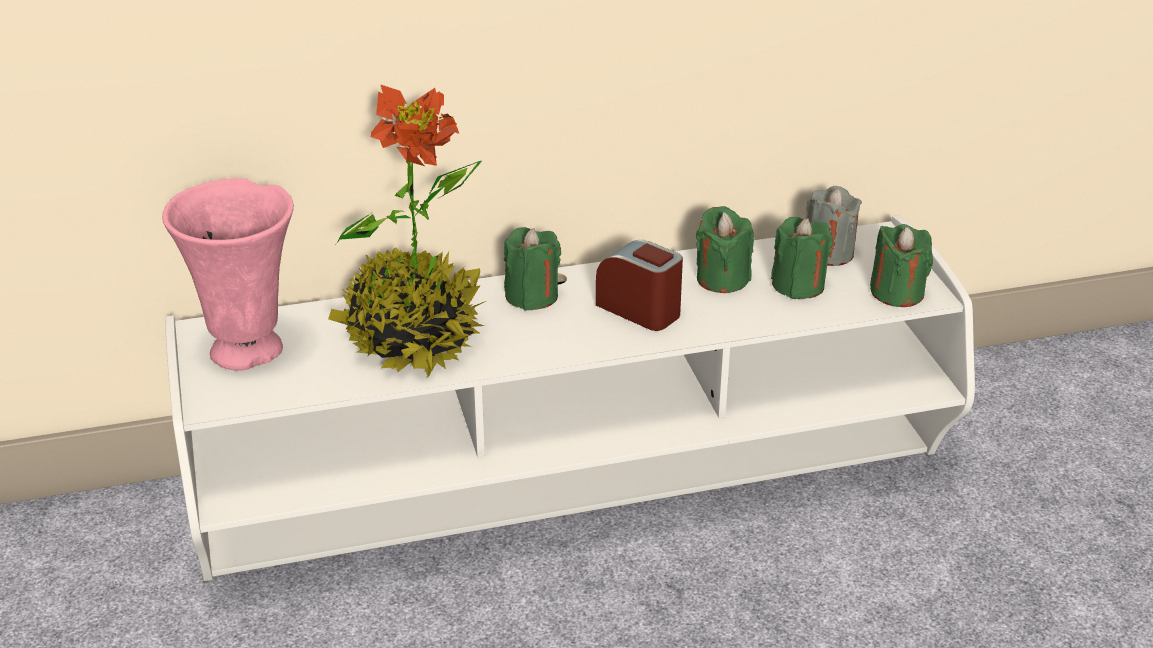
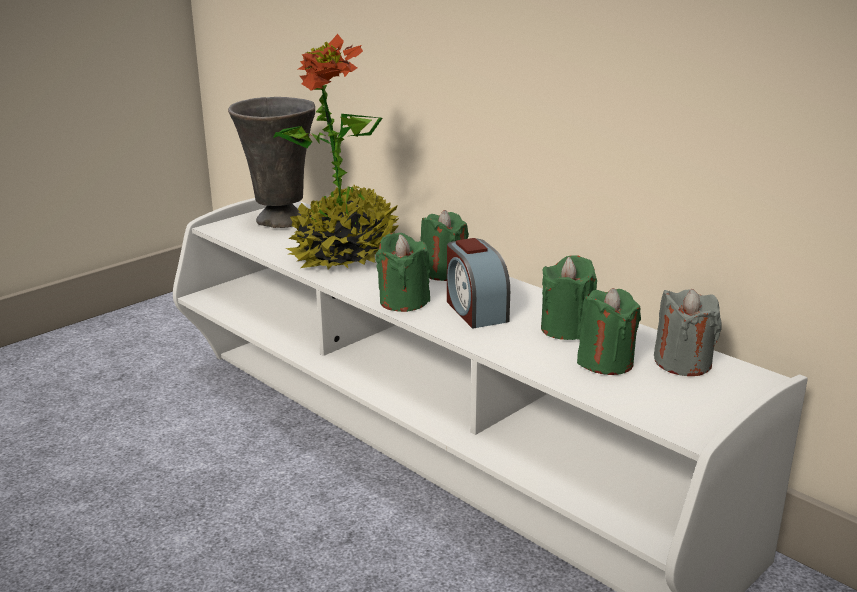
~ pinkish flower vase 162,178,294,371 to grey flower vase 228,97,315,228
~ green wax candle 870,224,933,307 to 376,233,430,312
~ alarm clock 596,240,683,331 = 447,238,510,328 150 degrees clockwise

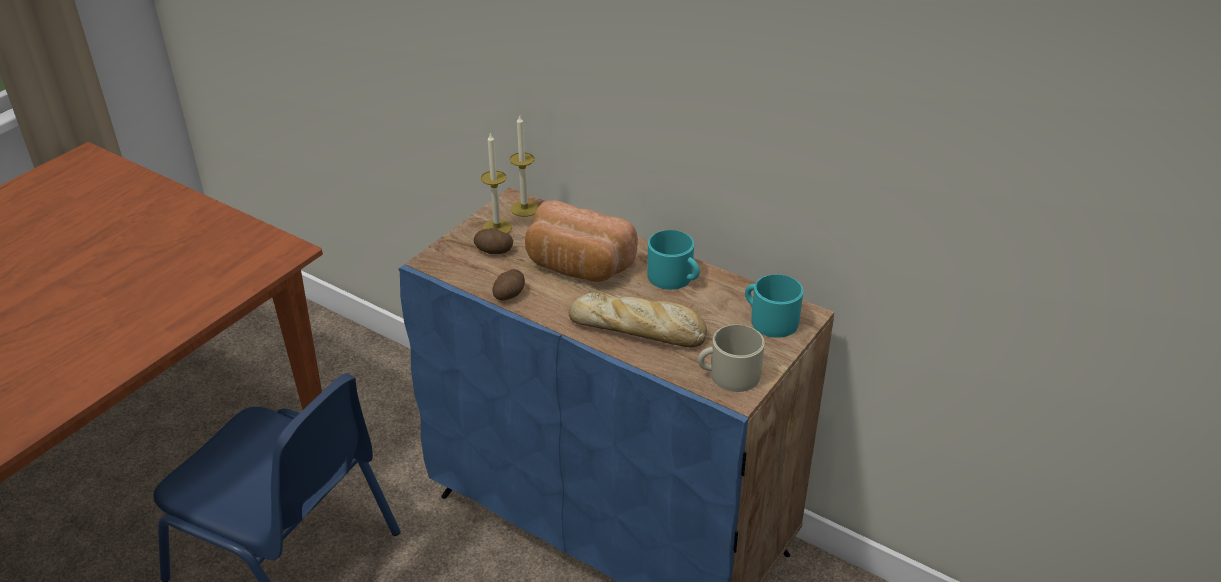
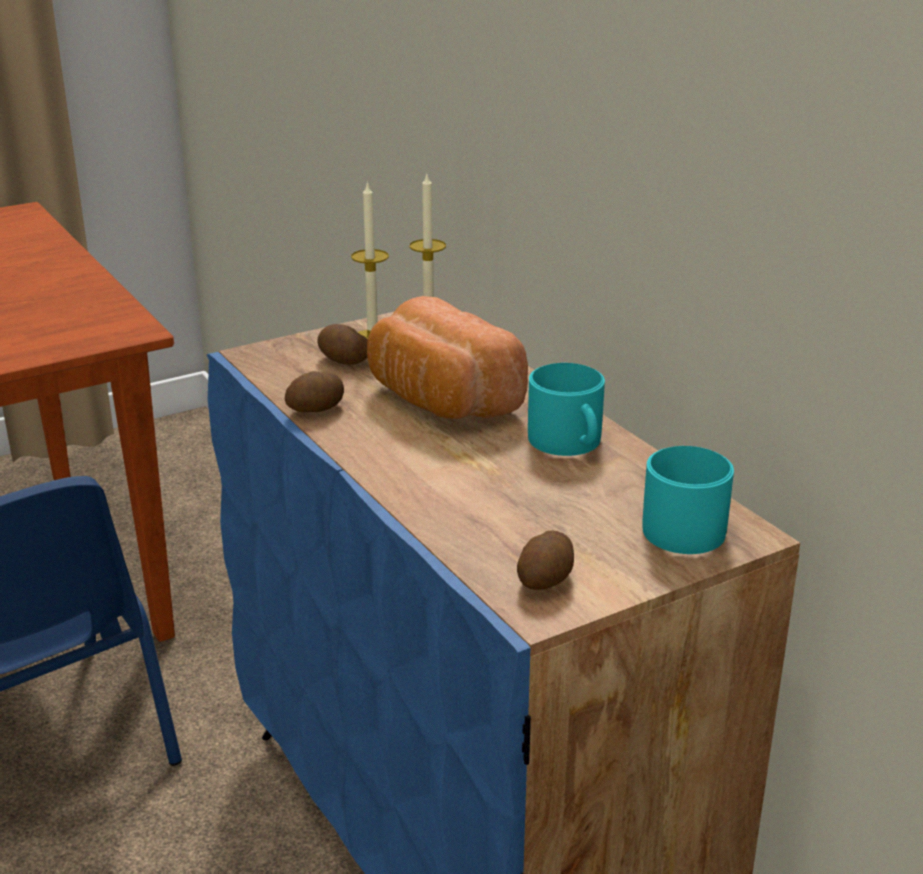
- baked bread 569,292,707,347
~ beige-coloured tea mug 698,325,765,392 to whole potato 517,530,574,590

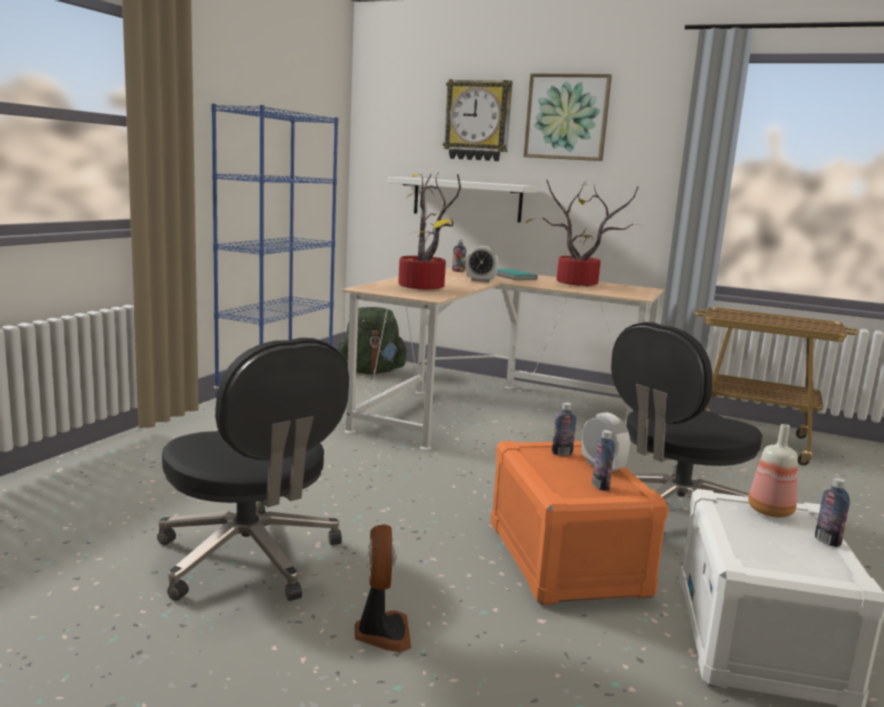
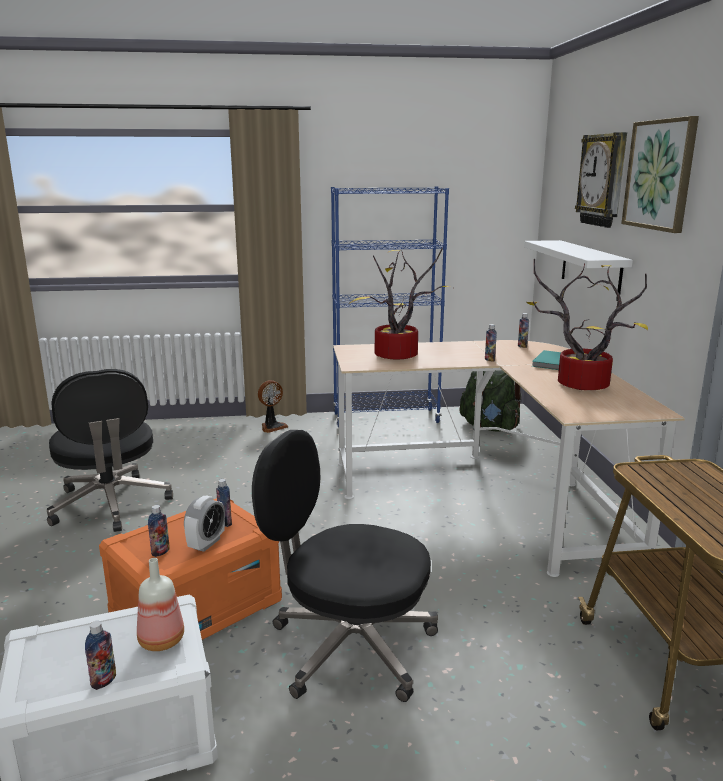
~ alarm clock 466,246,498,282 to beverage bottle 485,324,497,362
~ blackish desk chair 157,338,349,601 = 47,369,173,532 45 degrees counterclockwise
~ electric fan 355,525,411,652 to 258,380,288,433

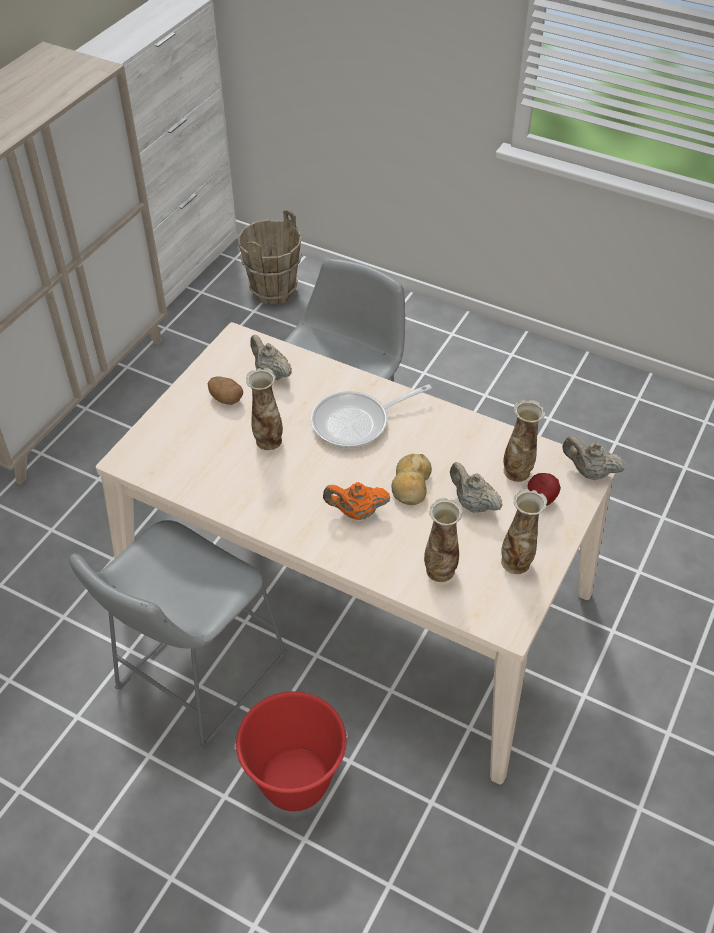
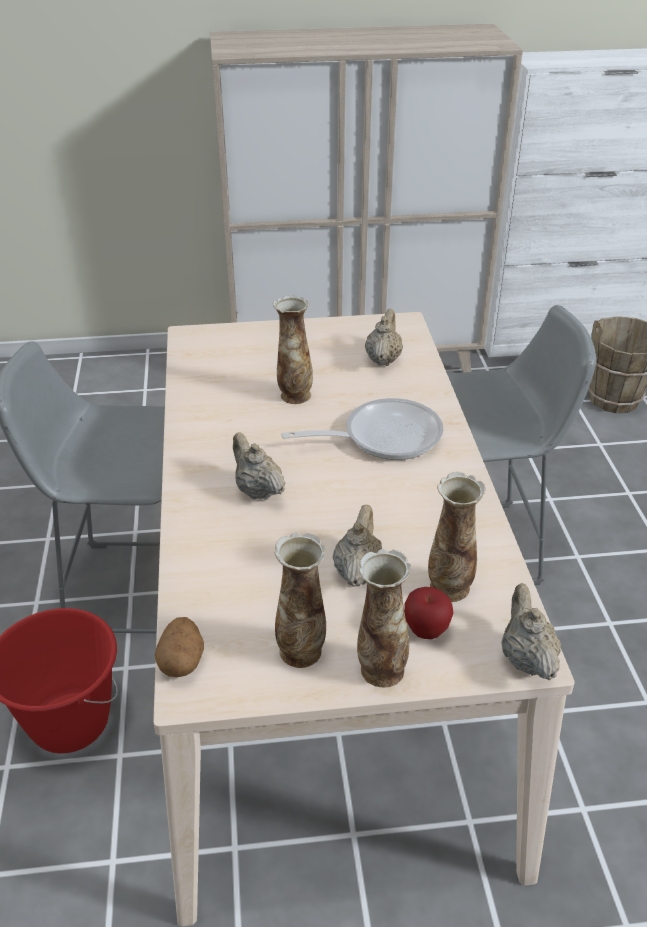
~ whole potato 208,376,243,405 to 155,617,204,677
~ skillet 311,384,432,448 = 281,398,444,460 135 degrees clockwise
- baked bread 391,454,432,505
~ orange teapot 323,482,391,520 to beige-coloured teapot 233,432,285,500
~ flower vase 424,498,463,582 to 357,549,411,687

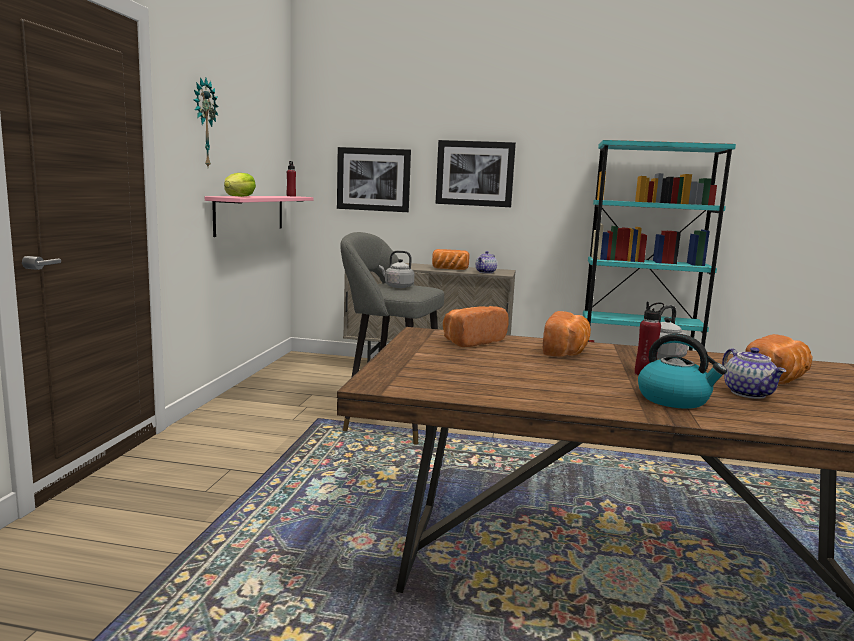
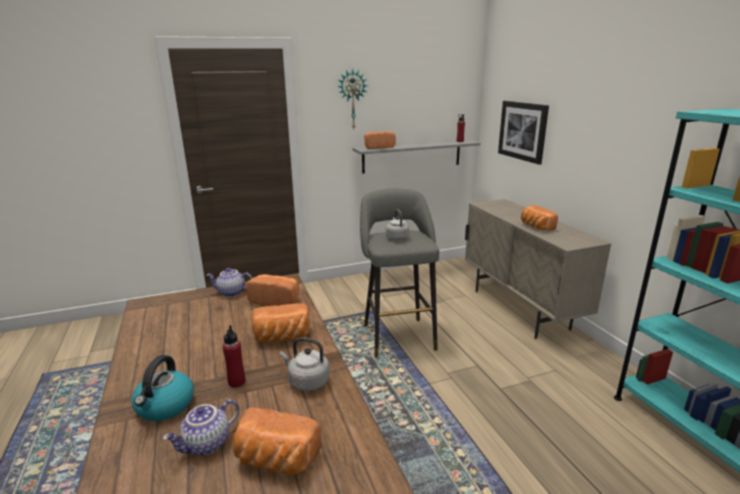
- wall picture 436,140,516,207
~ lettuce 224,173,256,197 to baked bread 364,131,396,149
~ pinkish wall shelf 205,196,314,237 to grey wall shelf 352,139,481,173
~ teapot 476,251,497,274 to 207,268,252,297

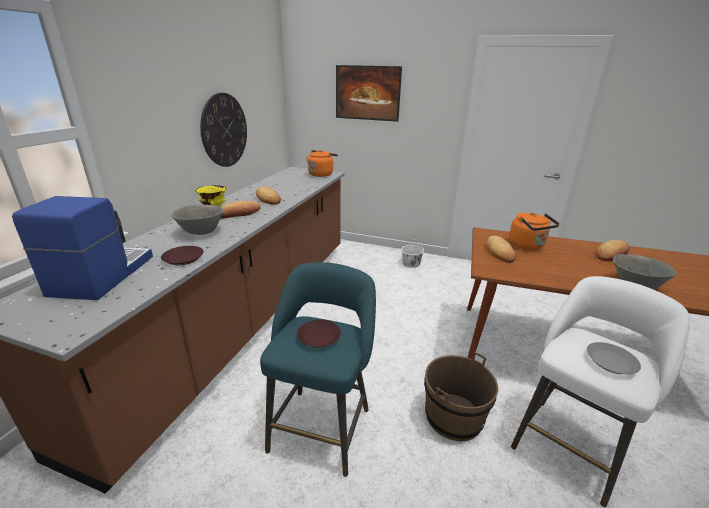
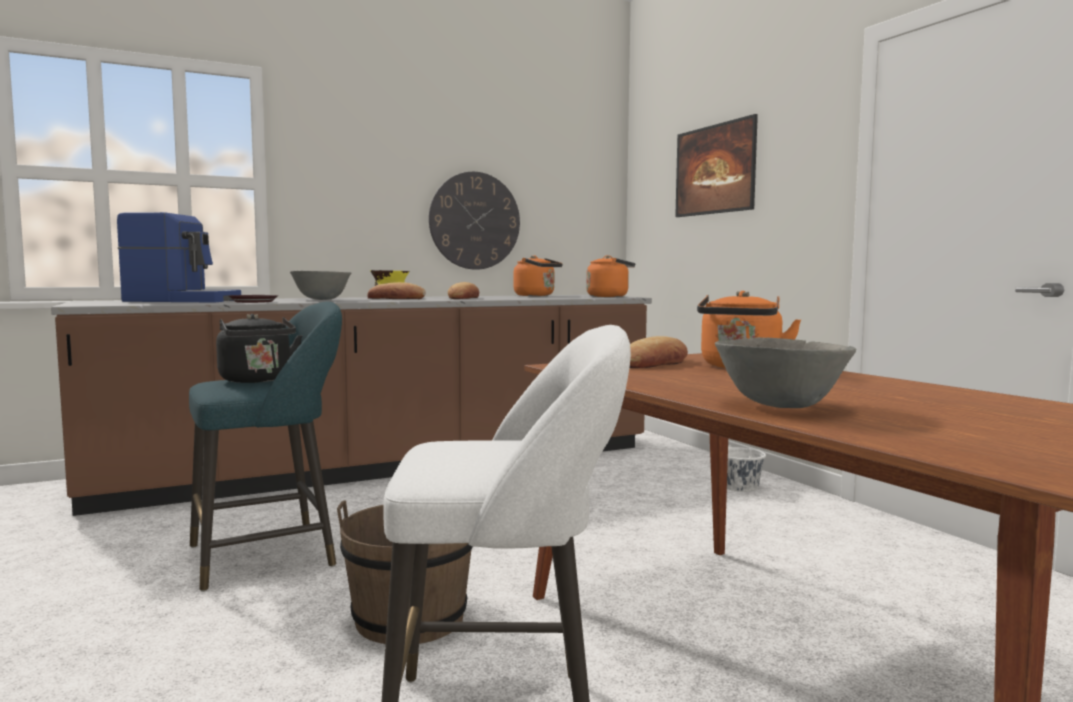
~ coffee maker 12,196,153,300 = 117,212,241,302 45 degrees clockwise
- baked bread 597,240,630,261
~ brown-coloured dinner plate 297,320,341,348 to blackish kettle 216,314,303,383
- grey dinner plate 587,342,641,374
+ orange kettle 514,255,563,296

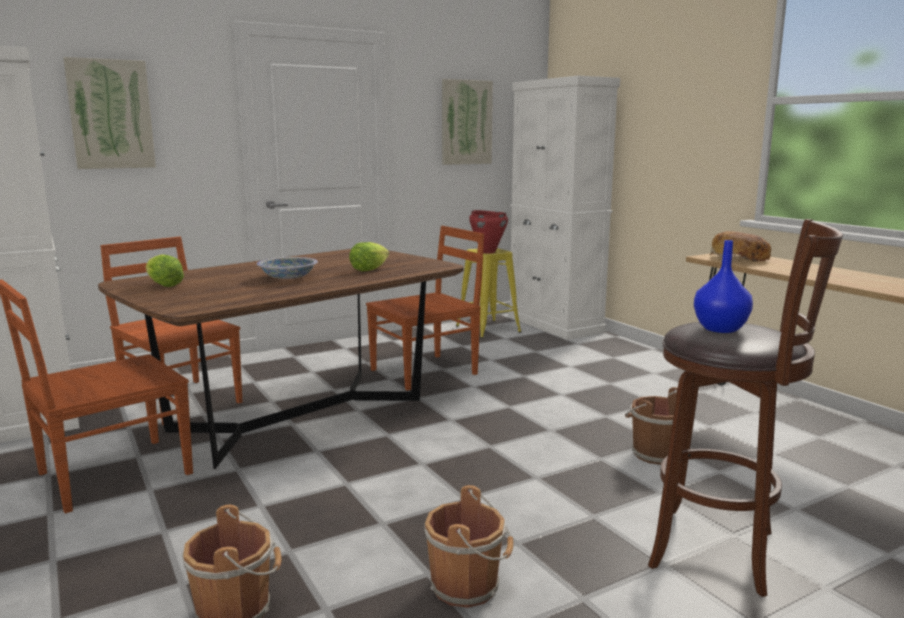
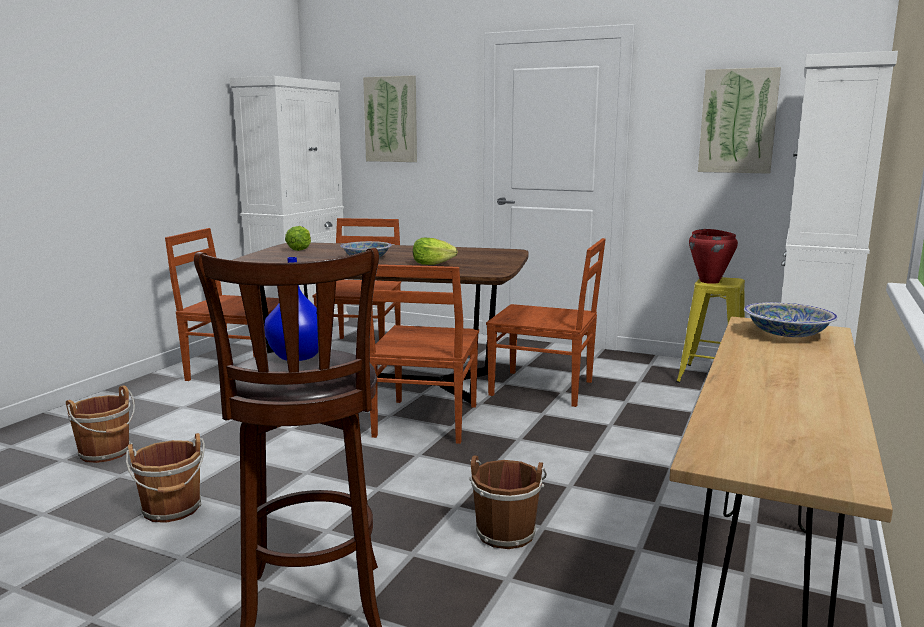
~ baked bread 710,231,771,262 to serving bowl 744,302,838,337
+ brown-coloured chair 370,264,479,444

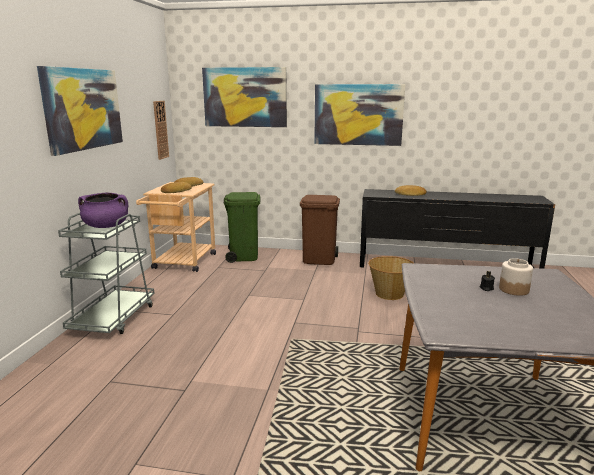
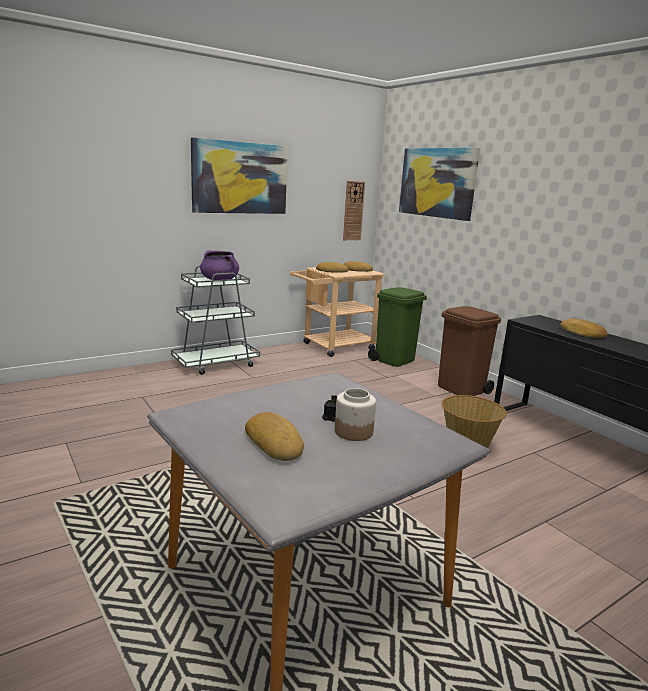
- wall picture 314,84,405,146
+ baked bread 245,412,304,461

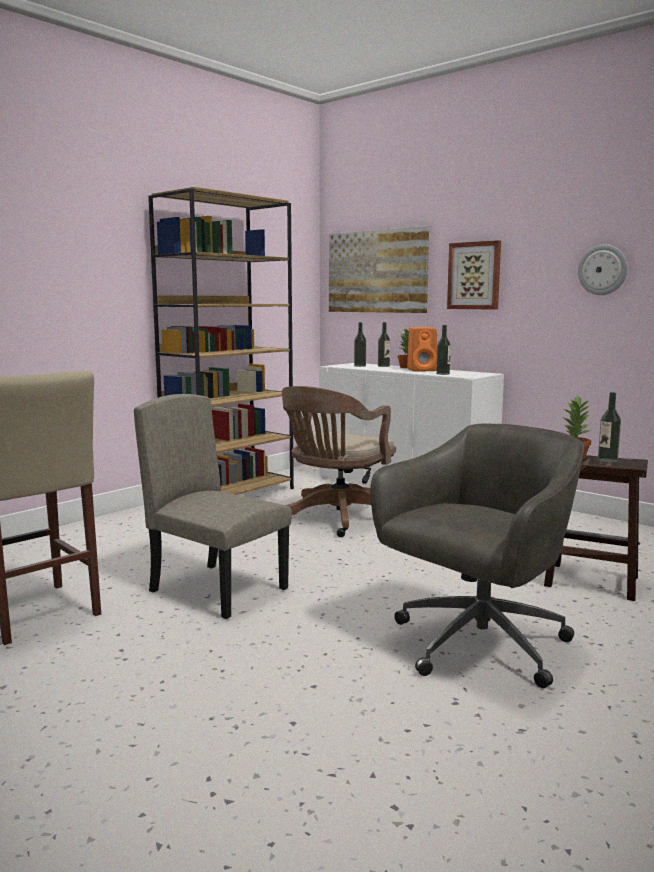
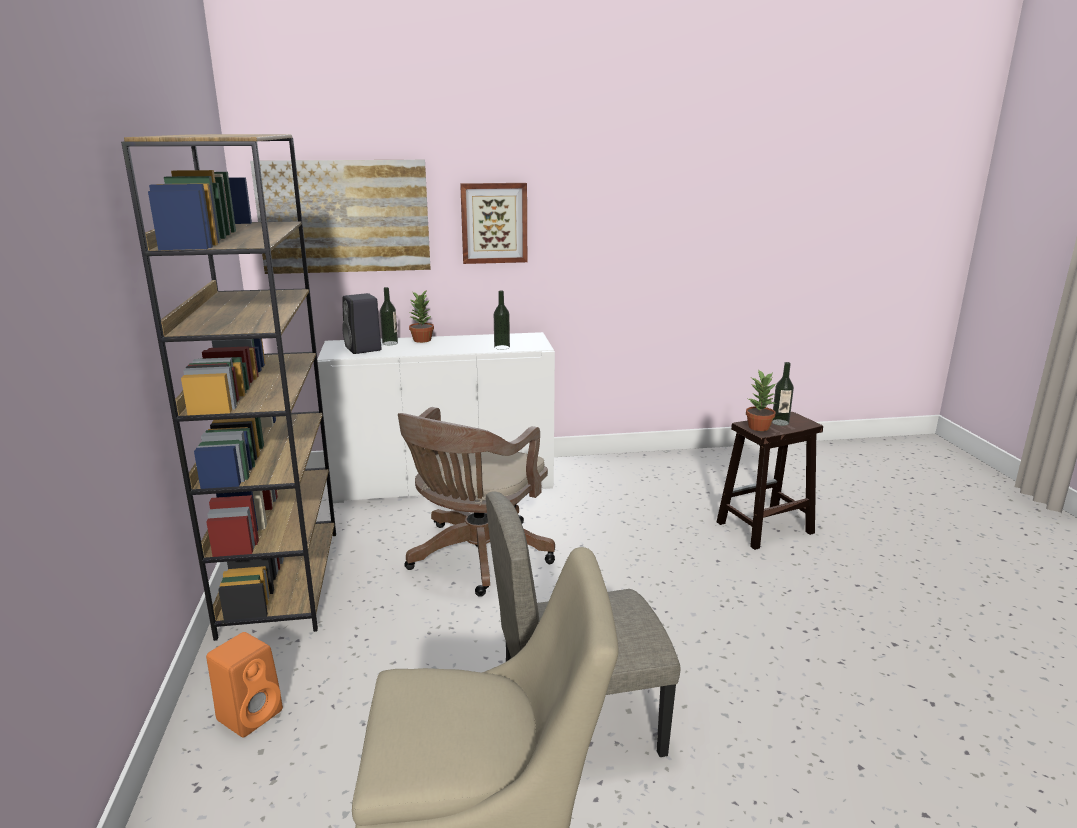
- hanging clock 578,244,628,295
~ beverage bottle 354,322,366,367 to blackish speaker 342,293,381,354
~ orange speaker 407,327,437,371 to 206,632,283,738
~ brown-coloured desk chair 282,386,396,537 = 398,407,555,597 45 degrees clockwise
- grey desk chair 370,424,585,688

